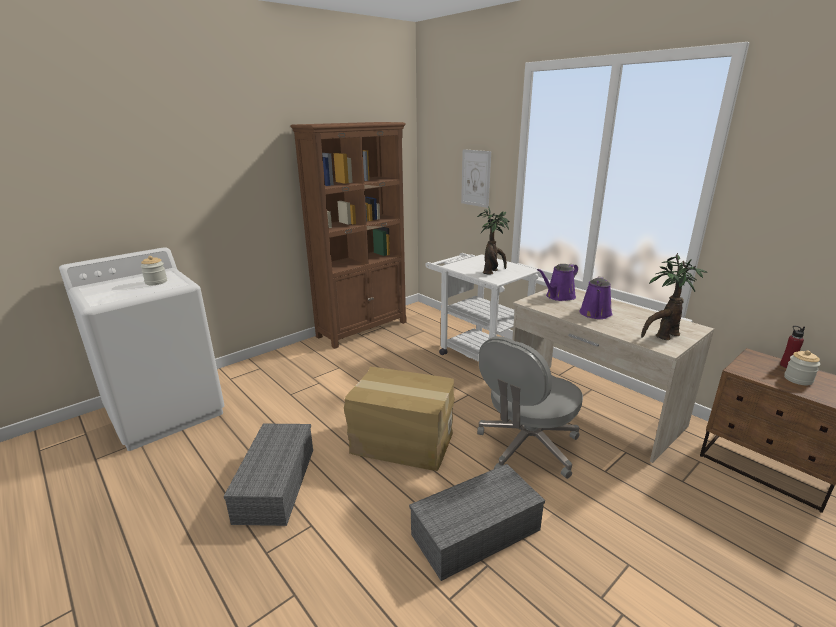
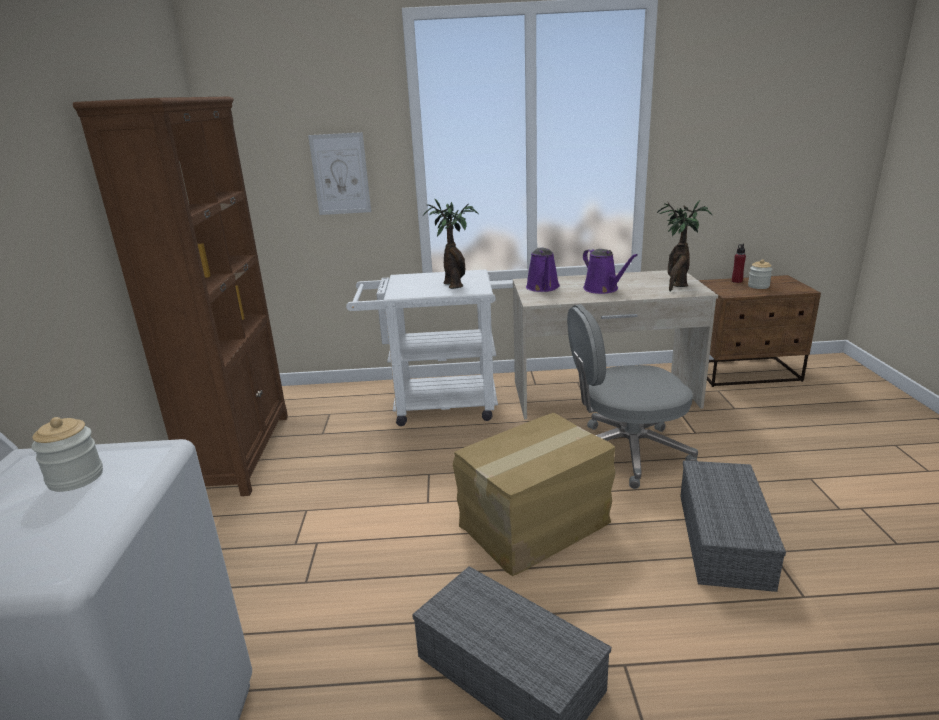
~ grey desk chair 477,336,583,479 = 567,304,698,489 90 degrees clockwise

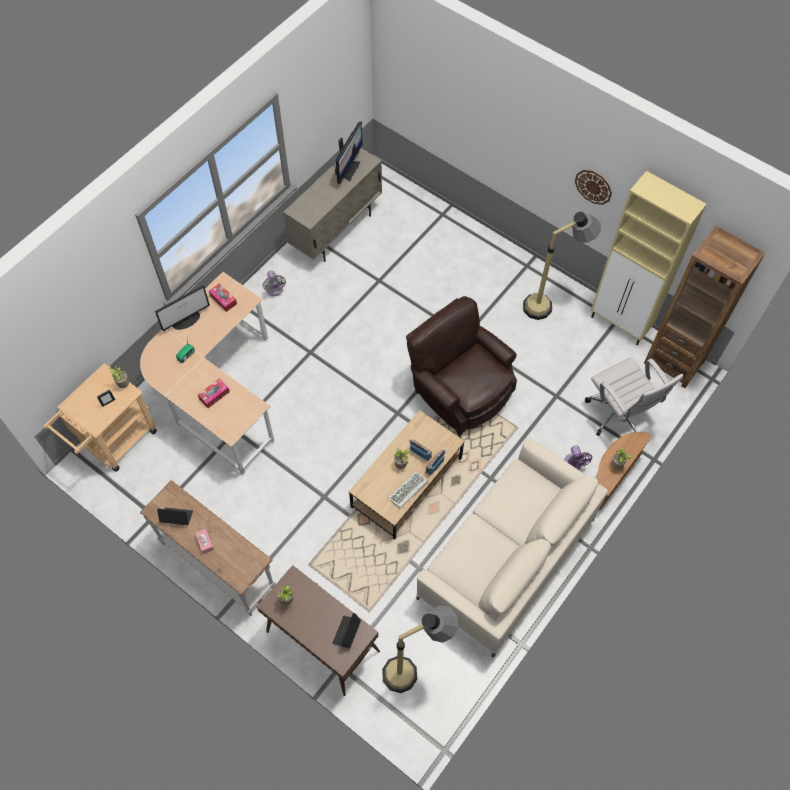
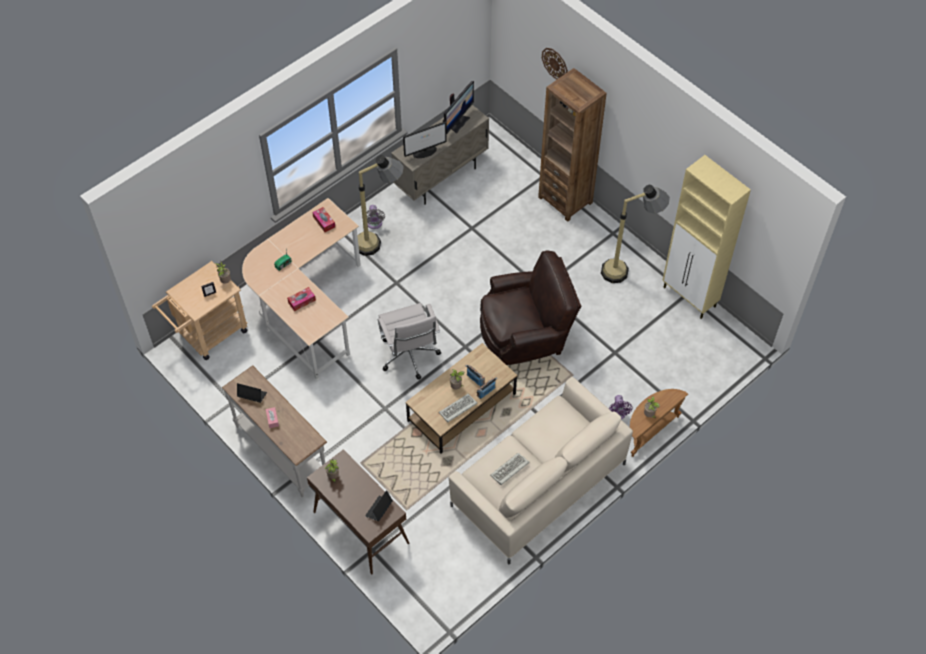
~ hanging clock 575,170,612,205 to 542,48,568,80
~ brown-coloured bookshelf 644,226,765,388 to 538,68,607,222
~ monitor 155,285,210,331 to 403,121,447,158
~ brown-coloured lounge chair 406,296,517,436 = 480,250,581,365 105 degrees clockwise
~ white-coloured desk chair 585,358,683,436 to 378,303,441,380
~ standing lamp 382,605,458,693 to 353,155,404,256
+ keyboard 490,453,529,485

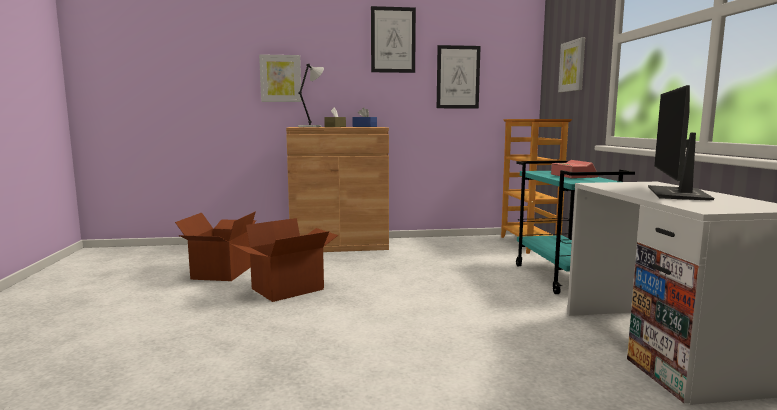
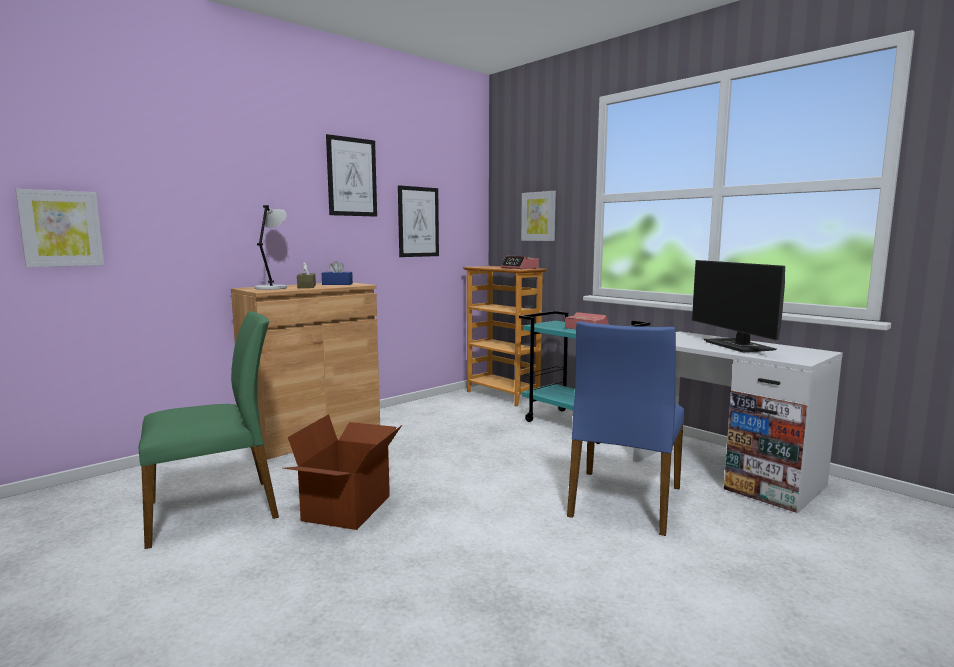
~ wall picture 259,54,302,102 to 15,189,104,267
~ packing box 175,211,256,281 to green chair 139,311,279,549
+ alarm clock 501,256,539,269
+ blue-coloured chair 567,321,684,536

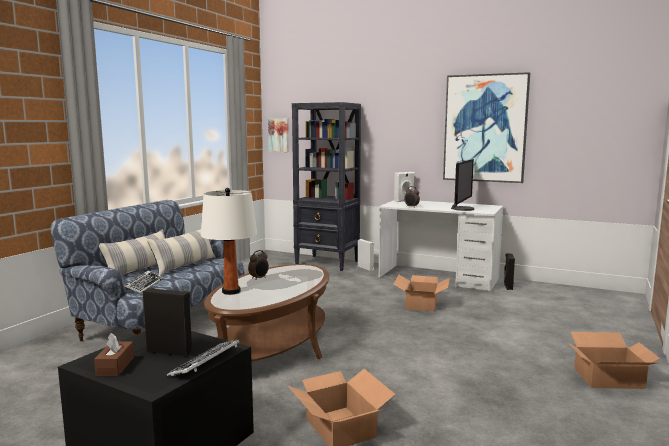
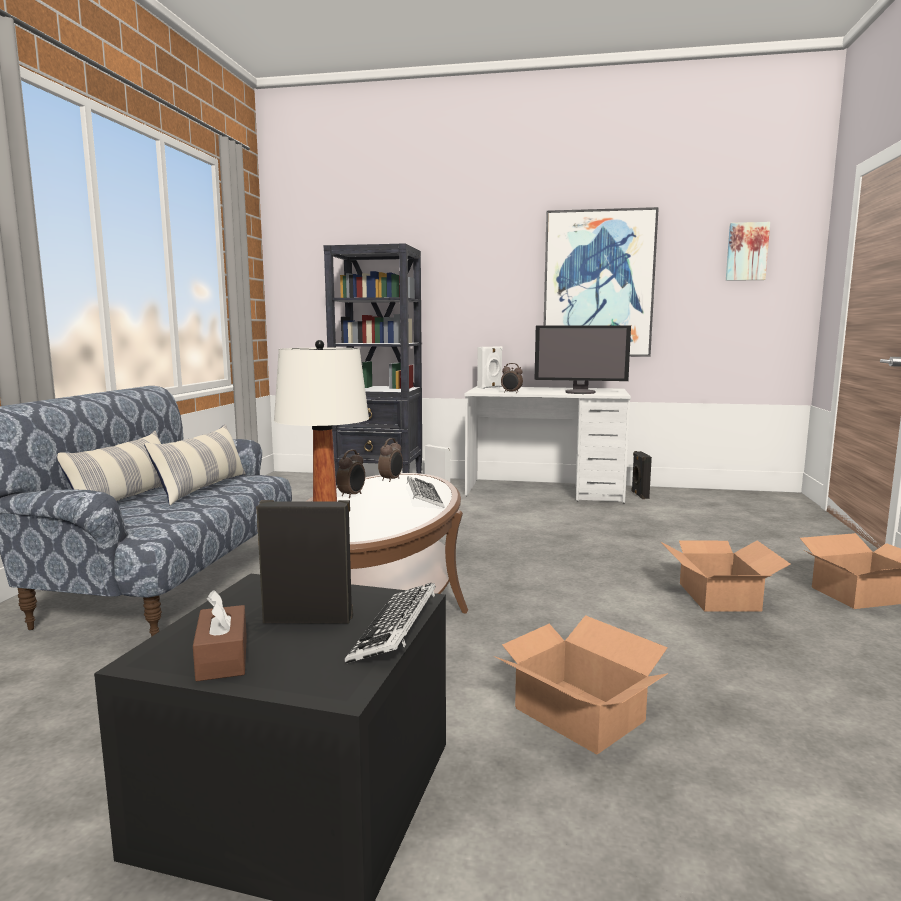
~ wall picture 268,119,289,152 to 726,222,770,281
~ monitor 451,159,474,211 = 535,325,631,394 90 degrees clockwise
~ keyboard 124,270,164,293 to 407,476,444,508
~ packing box 393,275,450,311 to 660,540,790,612
+ alarm clock 378,438,403,482

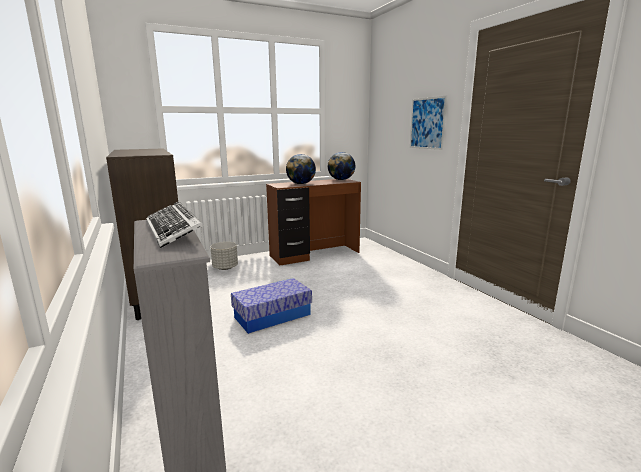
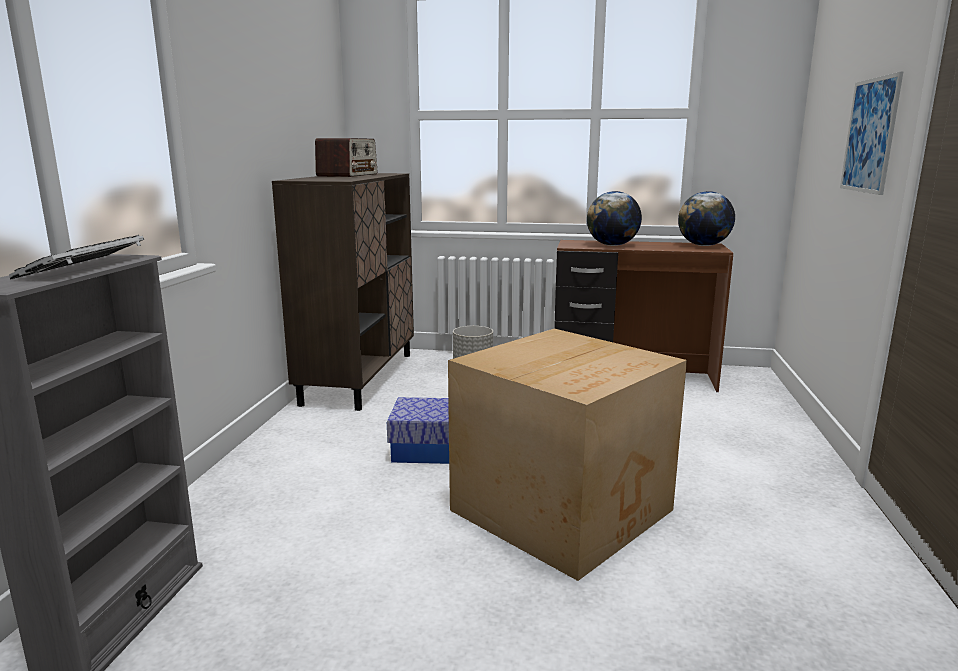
+ radio receiver 315,138,377,177
+ packing box 448,329,687,581

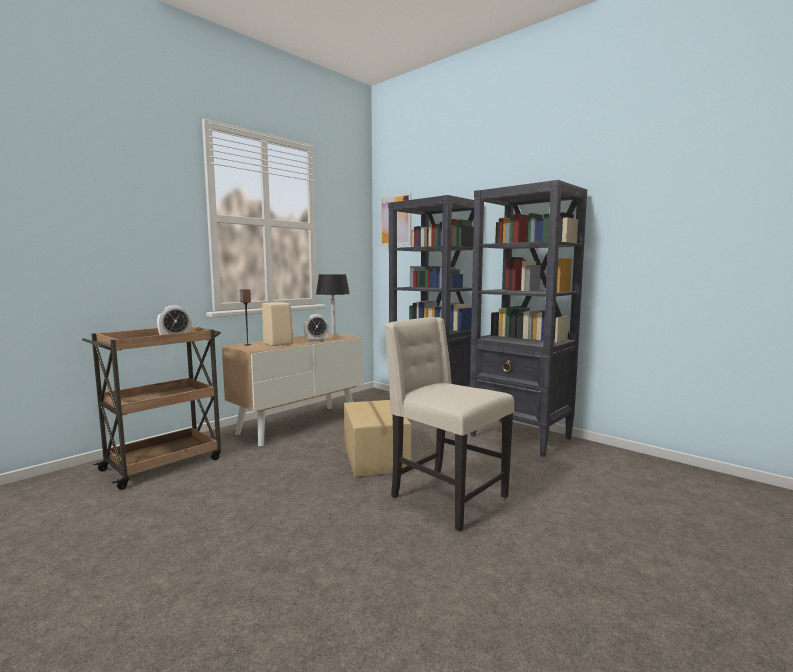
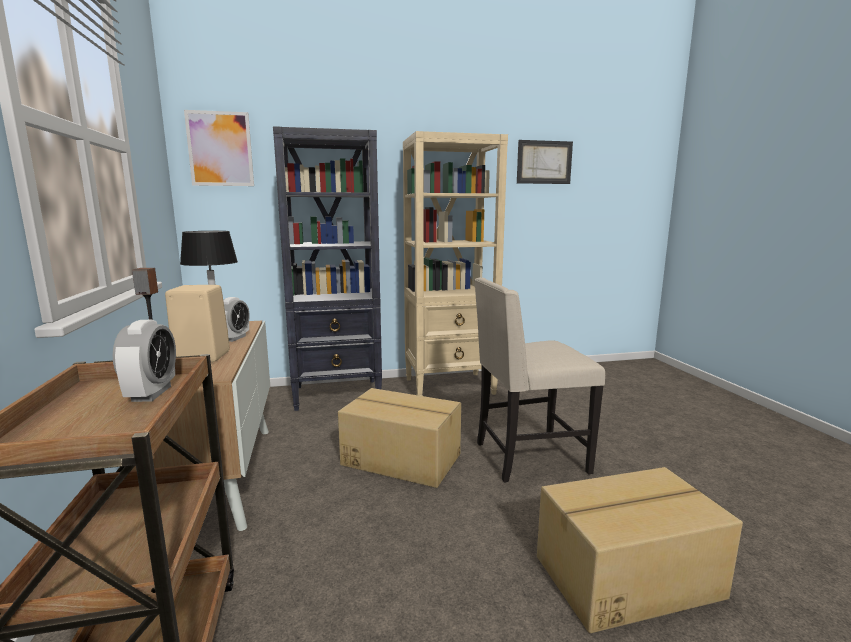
~ blackish bookshelf 470,180,587,457 to beige-coloured bookshelf 403,131,508,396
+ wall picture 517,140,573,184
+ packing box 537,467,743,633

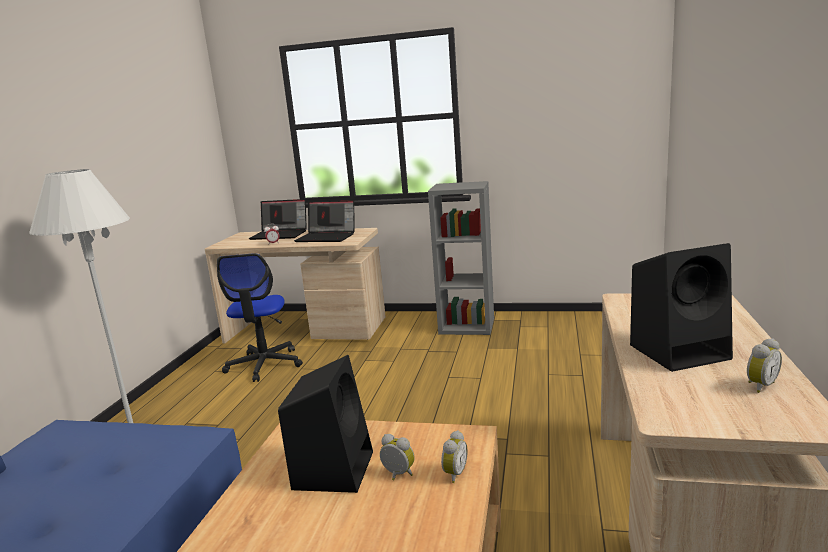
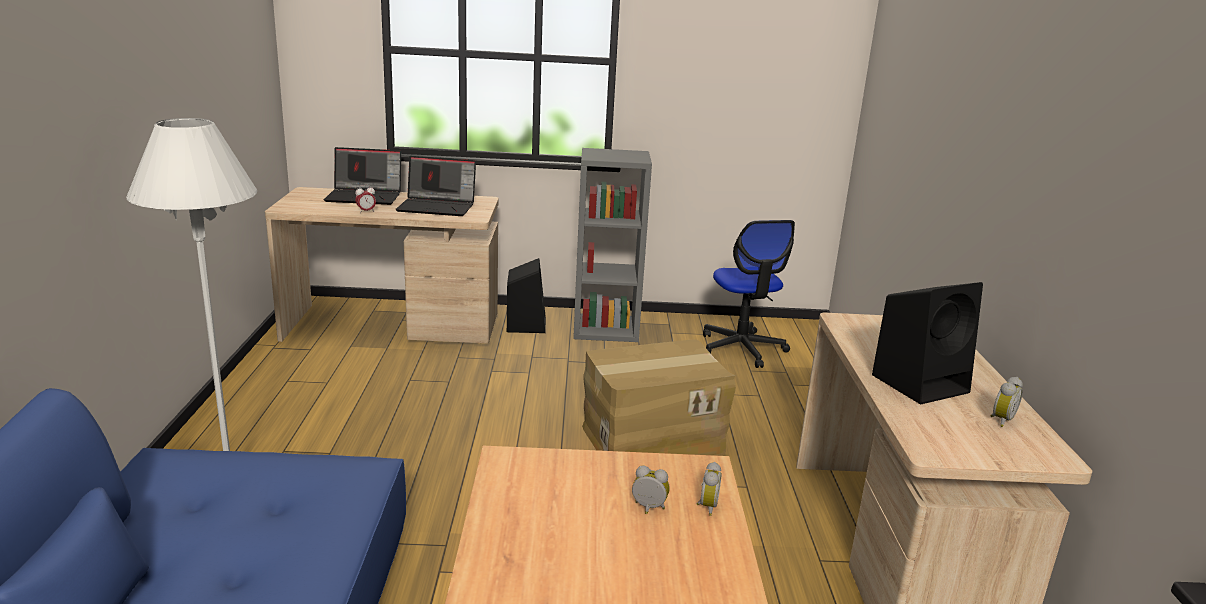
~ desk chair 217,253,303,382 to 703,220,795,368
~ blackish speaker 278,355,373,493 to 507,258,546,333
+ packing box 582,339,736,455

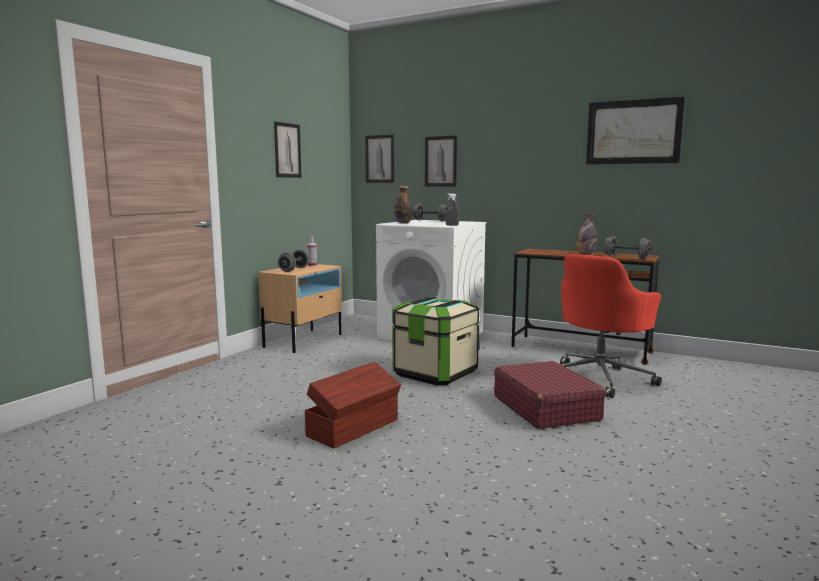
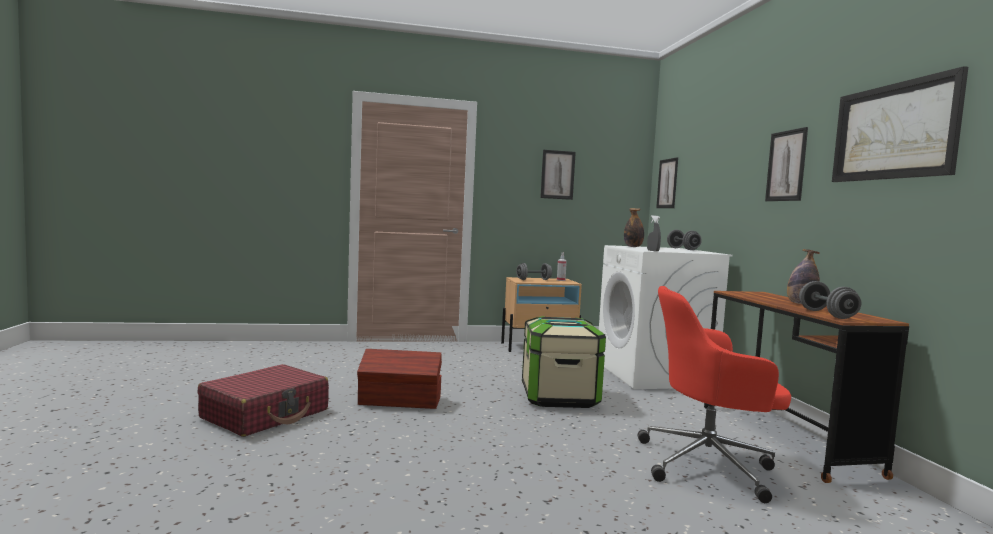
~ wall picture 425,136,457,187 to 765,127,808,201
~ red travel case 494,361,606,429 to 198,364,329,437

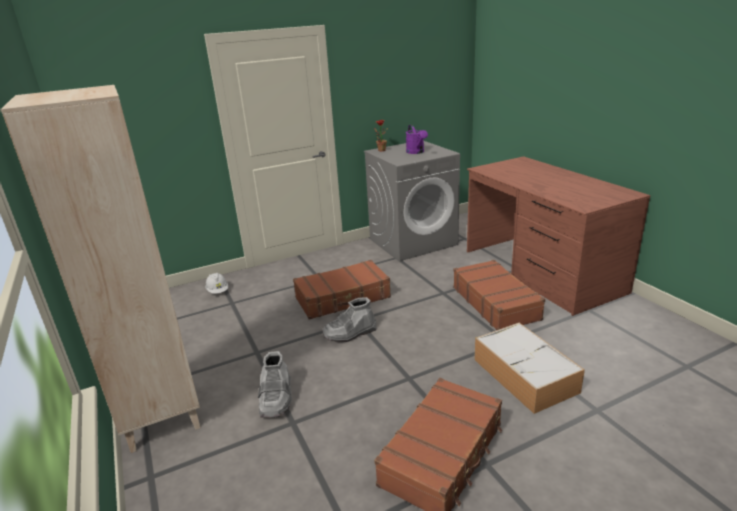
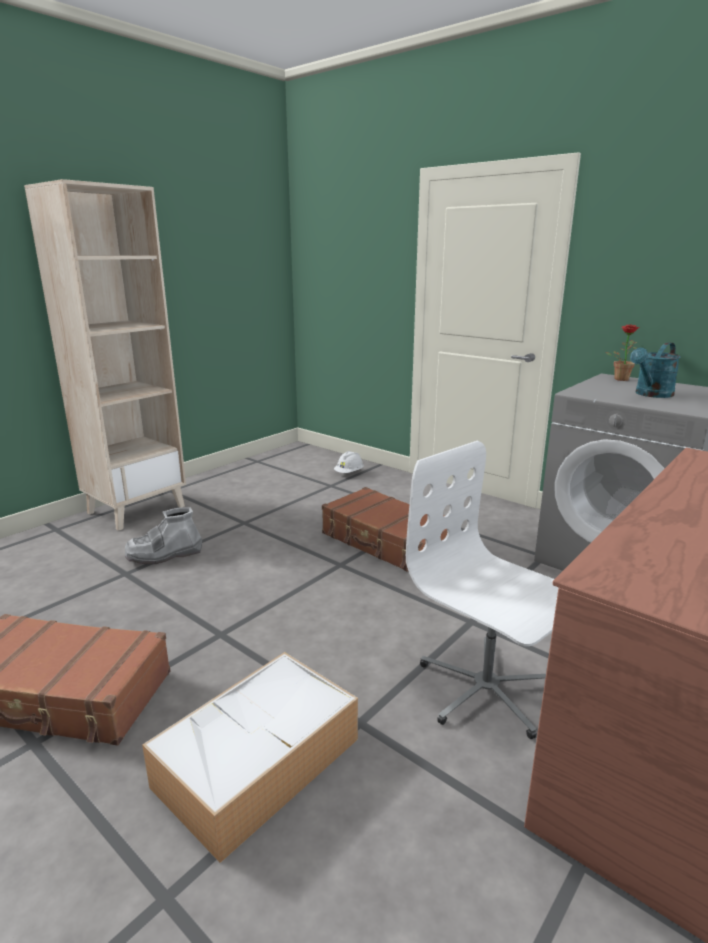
~ purplish sprinkling can 406,125,428,154 to blue-green sprinkling can 630,342,681,398
~ brown-coloured travel case 453,260,545,330 to white-coloured desk chair 406,441,559,739
- grey boot 322,297,376,342

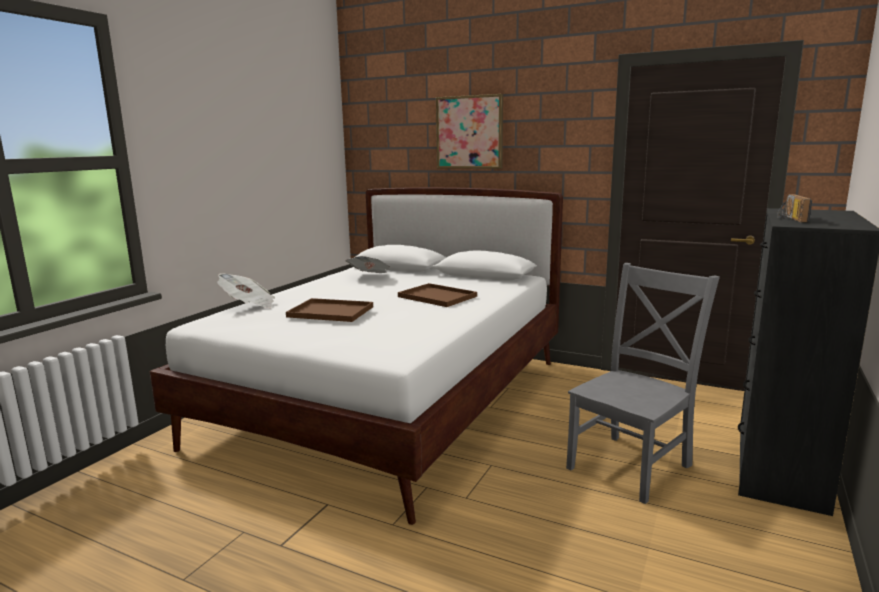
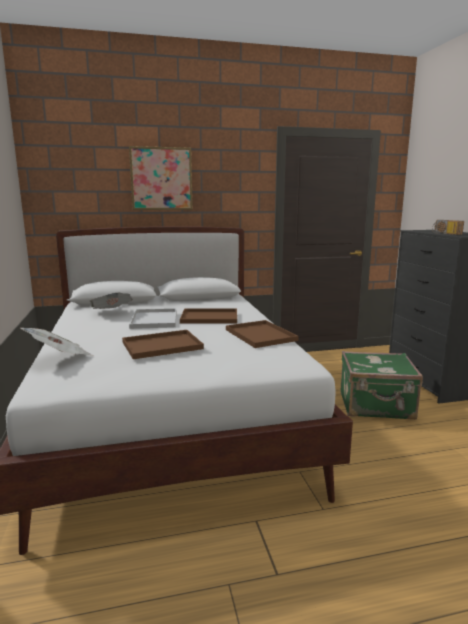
~ grey chair 566,263,720,504 to green travel case 340,351,423,420
+ white-coloured tray 129,308,177,329
+ brown-coloured tray 226,320,299,348

